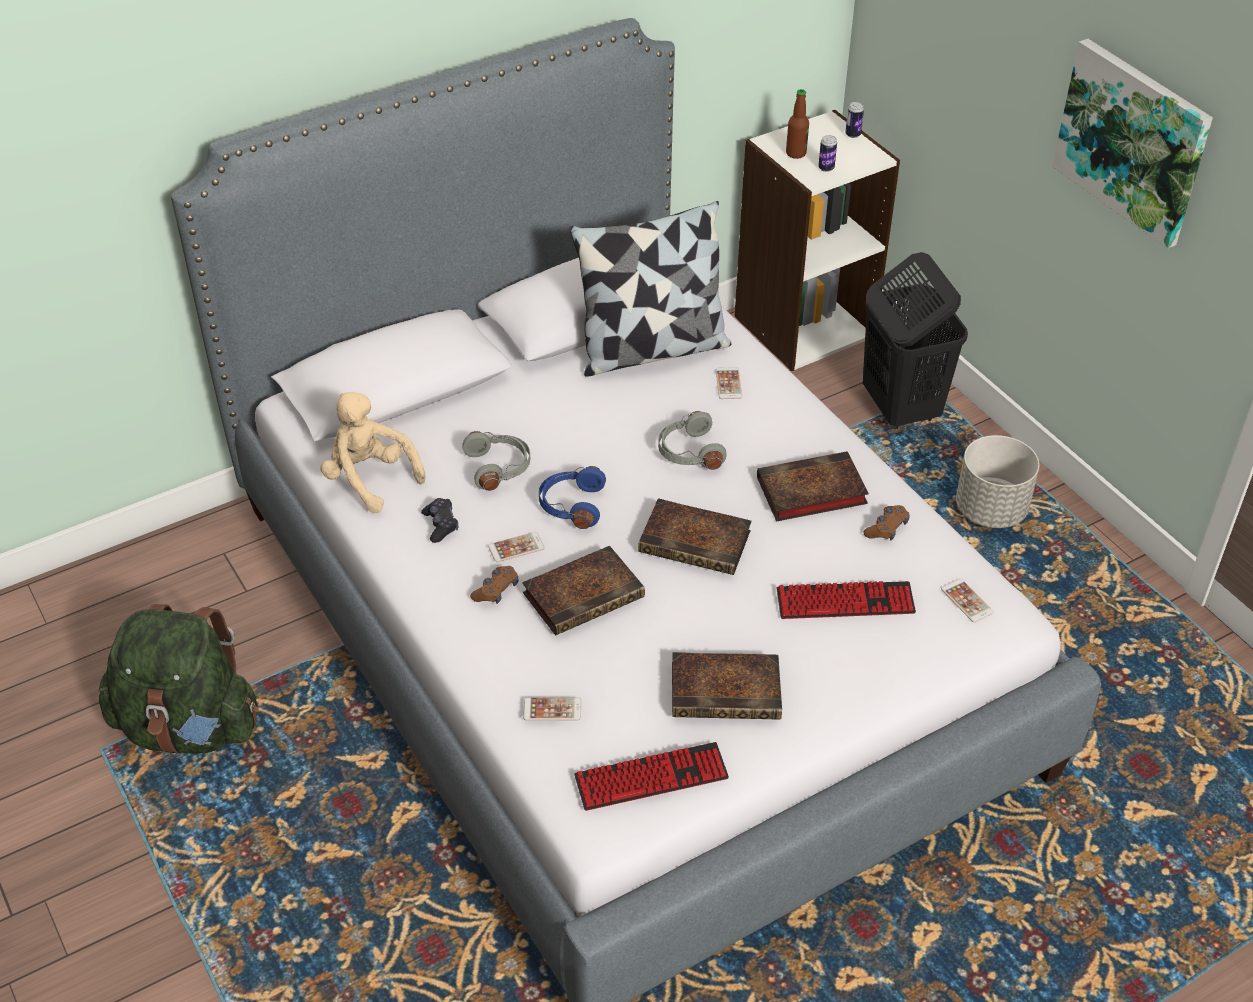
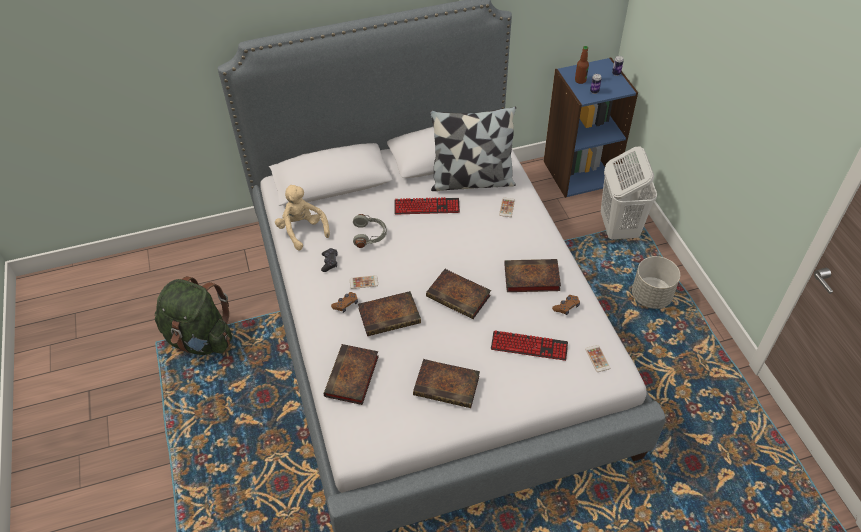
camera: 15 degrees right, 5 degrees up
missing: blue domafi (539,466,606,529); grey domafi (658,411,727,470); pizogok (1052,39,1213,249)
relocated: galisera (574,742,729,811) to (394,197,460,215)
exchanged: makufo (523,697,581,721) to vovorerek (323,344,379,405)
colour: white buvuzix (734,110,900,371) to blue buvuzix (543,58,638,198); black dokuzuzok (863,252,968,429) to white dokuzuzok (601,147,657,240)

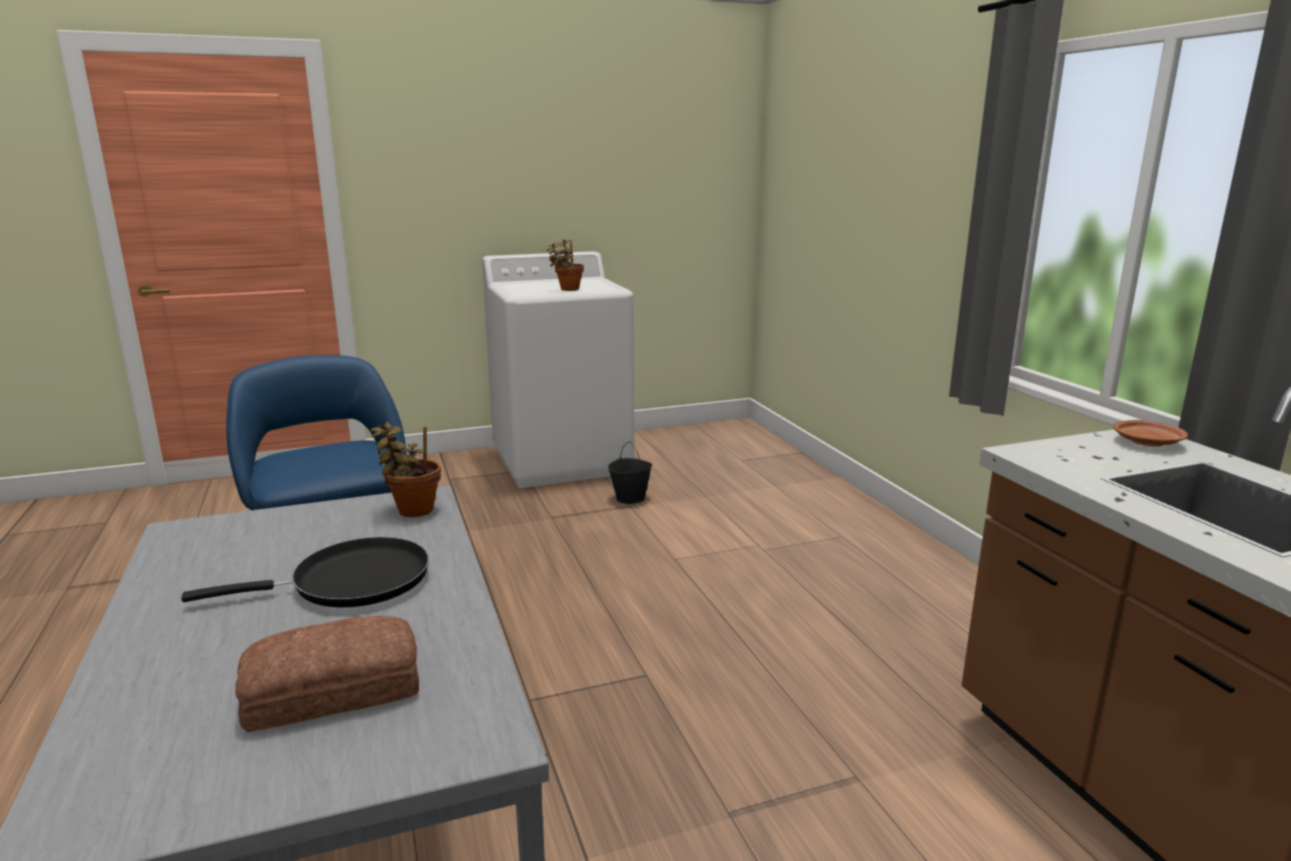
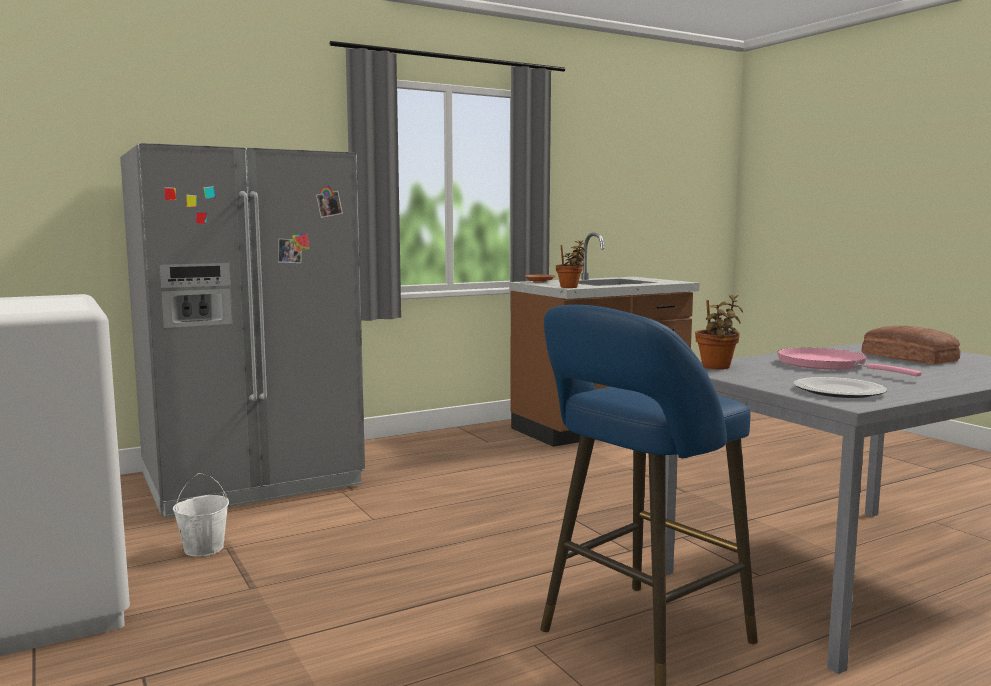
camera: 100 degrees left, 10 degrees down
appeared: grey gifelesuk (120,143,365,518); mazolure (794,377,887,398)
relocated: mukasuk (547,239,584,291) to (556,241,586,288)
colour: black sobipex (181,537,429,608) to pink sobipex (777,348,922,377); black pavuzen (608,442,652,504) to white pavuzen (173,473,229,557)

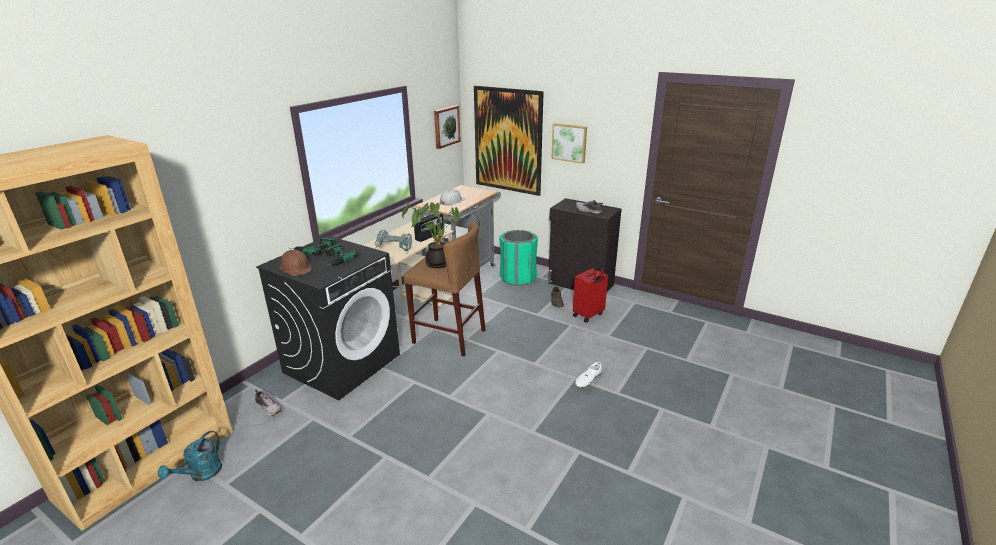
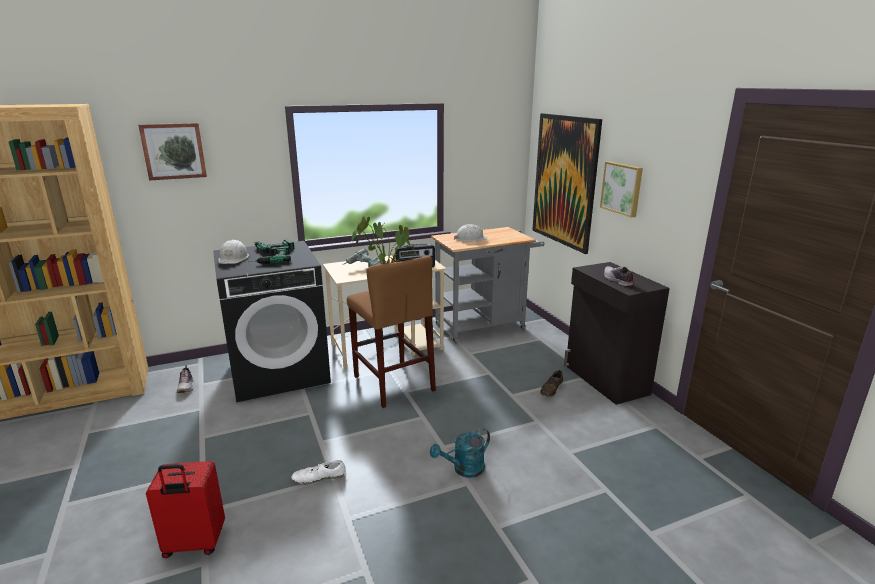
camera: 35 degrees right, 5 degrees down
missing: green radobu (499,230,538,286)
relocated: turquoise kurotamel (158,431,222,481) to (430,428,490,478); pizogok (434,105,461,149) to (138,123,207,181); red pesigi (573,265,608,323) to (146,461,225,558); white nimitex (575,362,602,388) to (291,460,346,485)
colour: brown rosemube (280,250,311,276) to white rosemube (218,240,249,264)

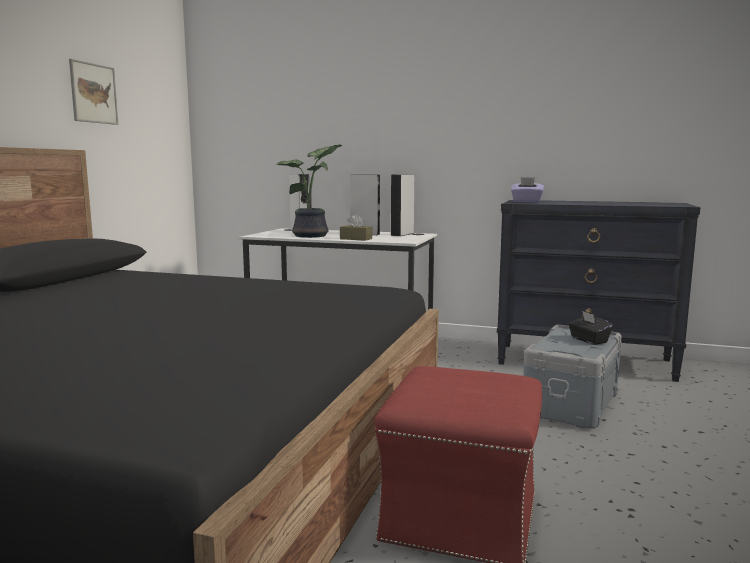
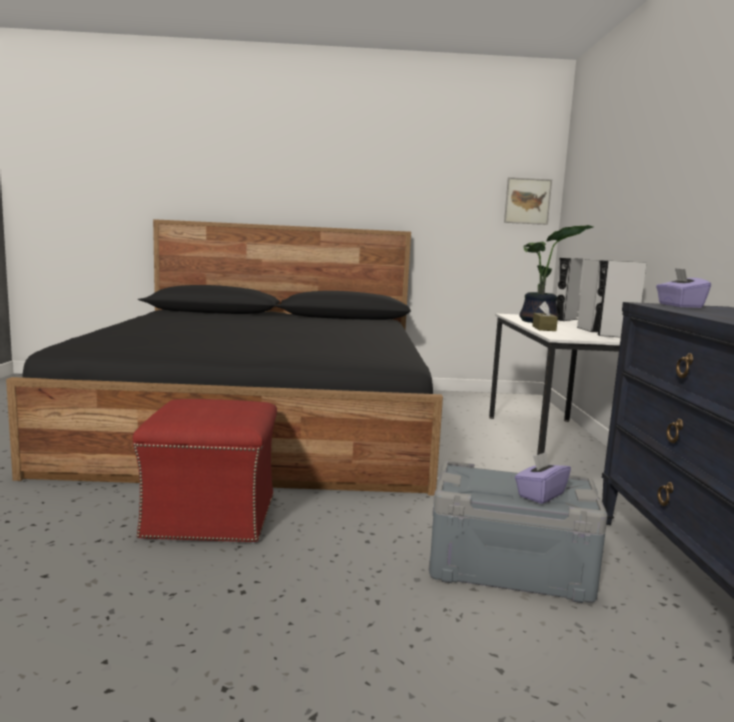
camera: 70 degrees right, 0 degrees up
relocated: pizogok (69,59,119,125) to (504,177,552,225)
colour: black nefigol (568,311,613,345) to purple nefigol (515,452,571,504)

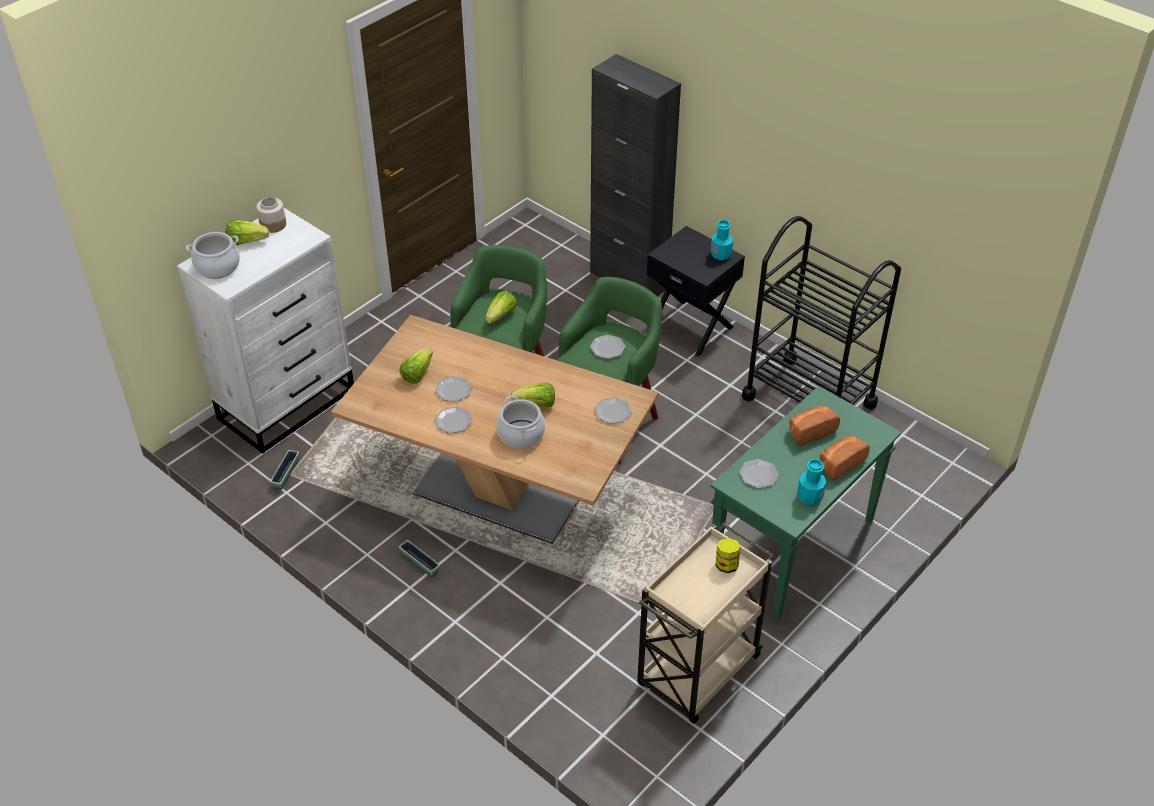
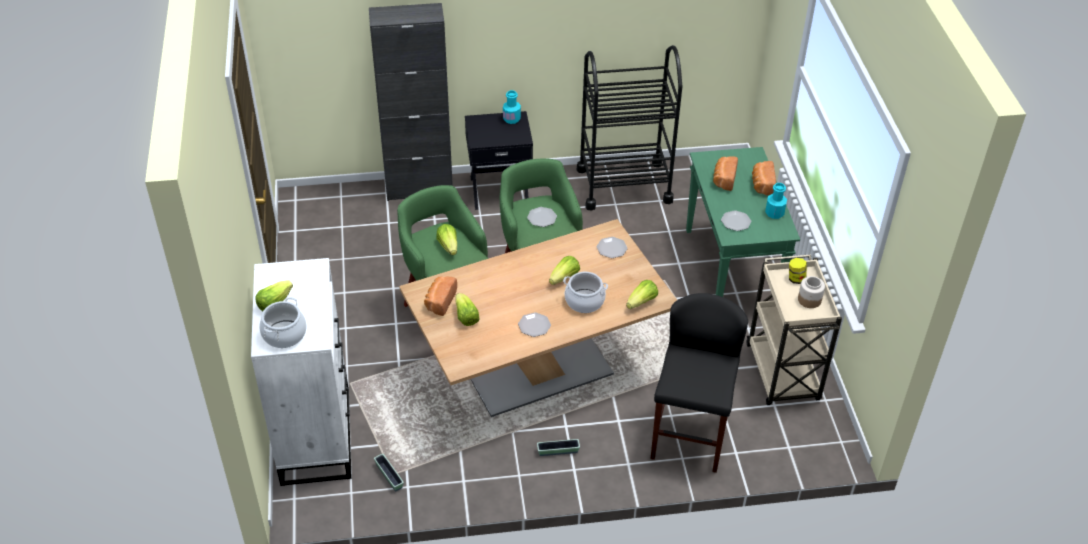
camera: 50 degrees left, 0 degrees up
missing: mazolure (435,376,472,402)
appeared: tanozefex (424,276,457,316); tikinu (626,280,658,309); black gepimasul (650,293,748,473)
relocated: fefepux (256,197,286,233) to (798,276,825,308)

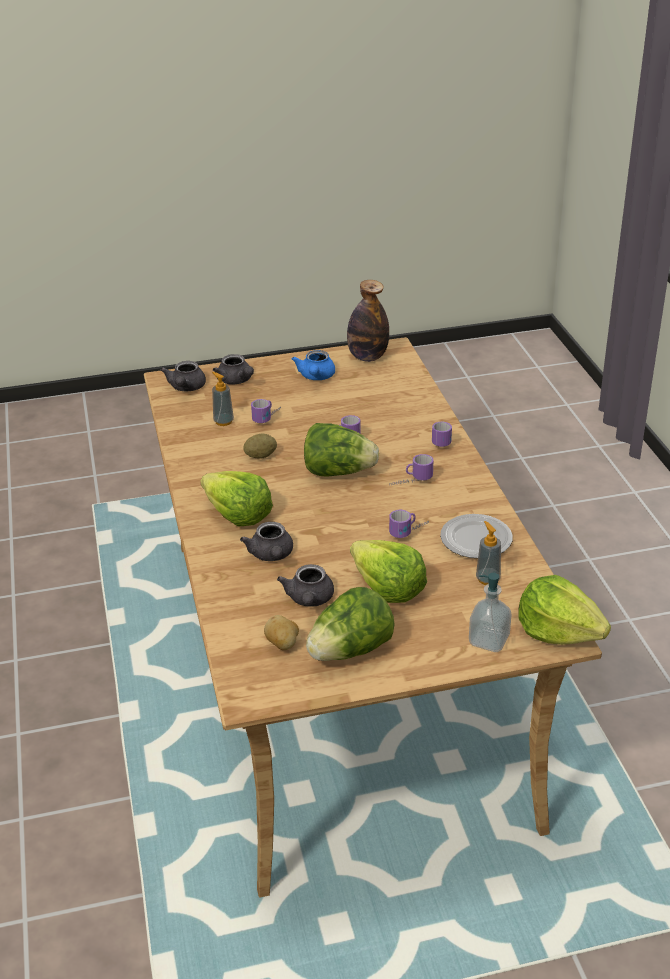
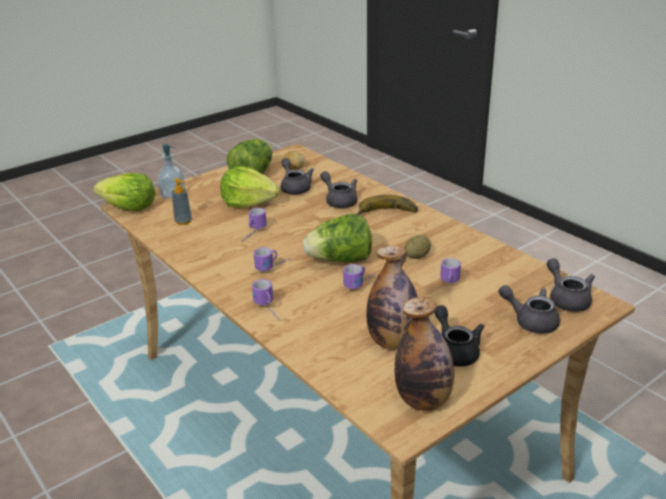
camera: 155 degrees right, 5 degrees down
missing: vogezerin (212,372,234,426); mazolure (440,514,513,558)
appeared: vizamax (366,246,418,349)
exchanged: tikinu (200,471,273,527) to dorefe (356,195,418,215)
colour: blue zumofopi (292,350,335,380) to black zumofopi (435,305,484,367)

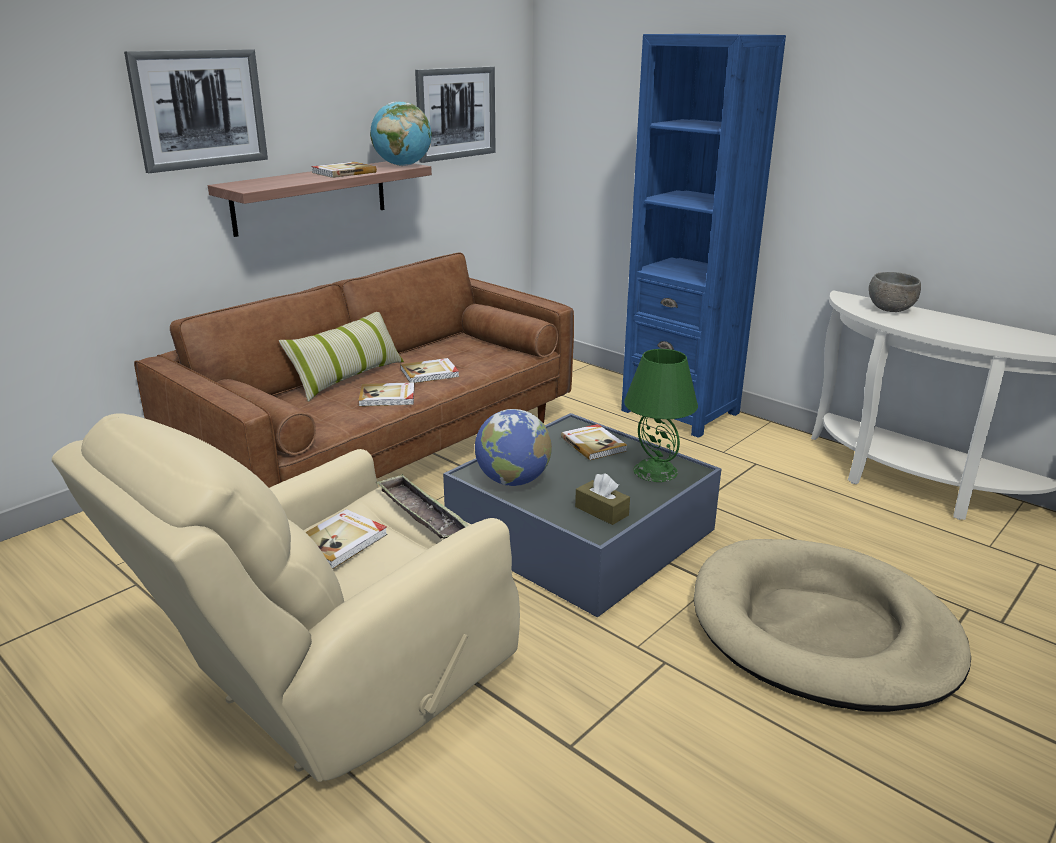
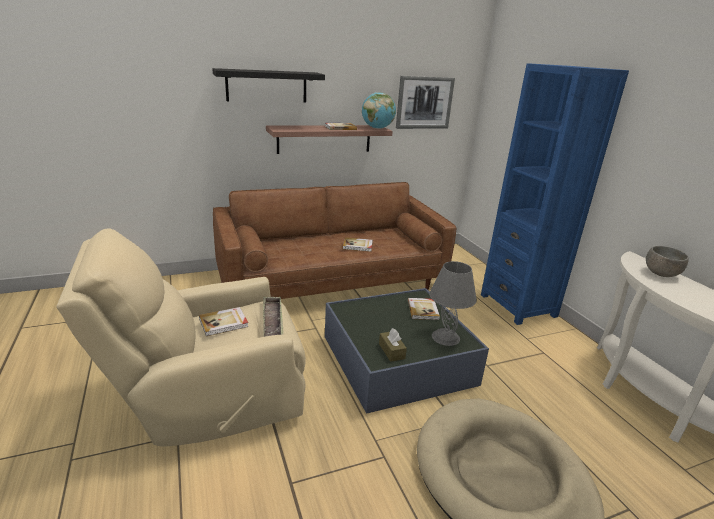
camera: 25 degrees right, 0 degrees up
missing: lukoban (279,312,404,402); vovorerek (358,382,414,407); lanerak (475,409,552,486)
exchanged: pizogok (124,49,268,173) to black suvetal (212,68,325,103)
colour: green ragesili (624,349,698,482) to grey ragesili (429,261,477,346)

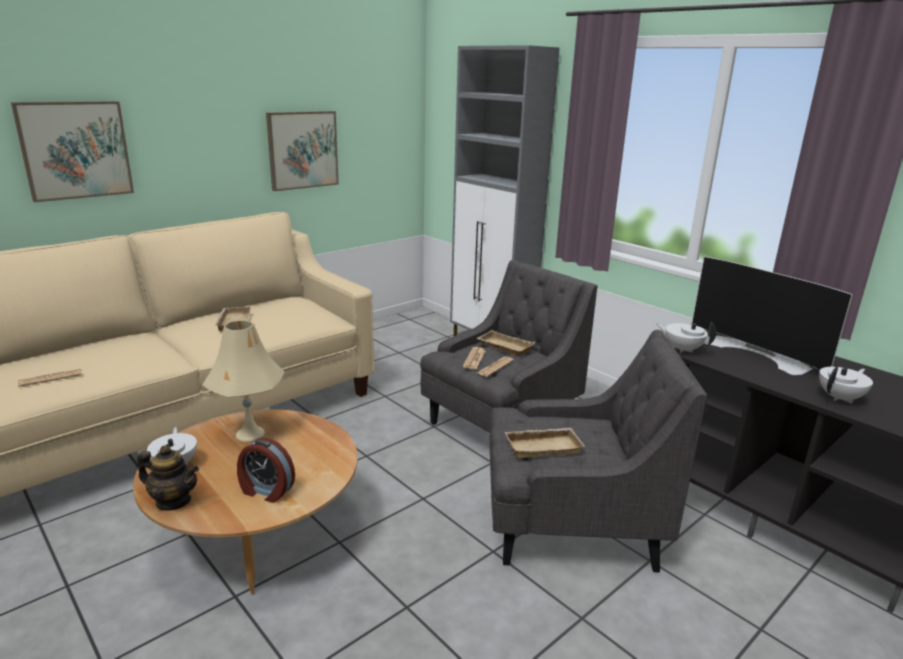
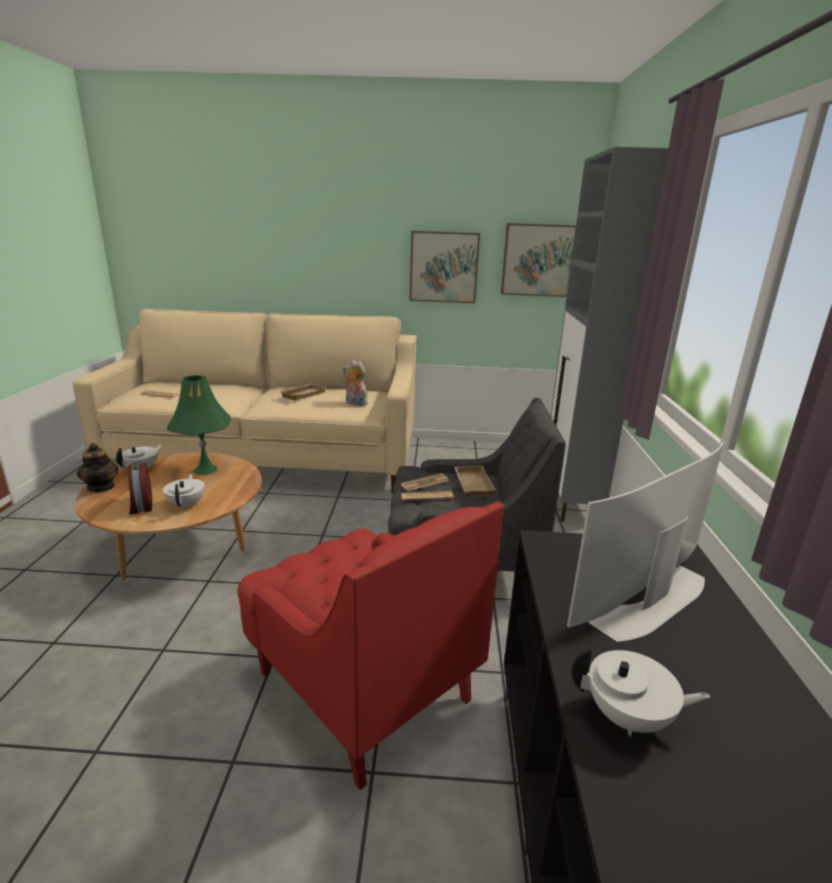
camera: 45 degrees right, 0 degrees up
missing: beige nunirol (505,428,585,458)
appeared: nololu (343,360,368,406)
relocated: pizogok (11,101,134,202) to (501,223,576,297); white zumofopi (656,323,716,353) to (163,474,205,510)
colour: beige ragesili (202,320,284,442) to green ragesili (166,375,231,475); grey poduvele (489,330,707,572) to red poduvele (238,501,504,790)
spun: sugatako (691,256,853,375) = (567,442,724,642) 45 degrees clockwise

